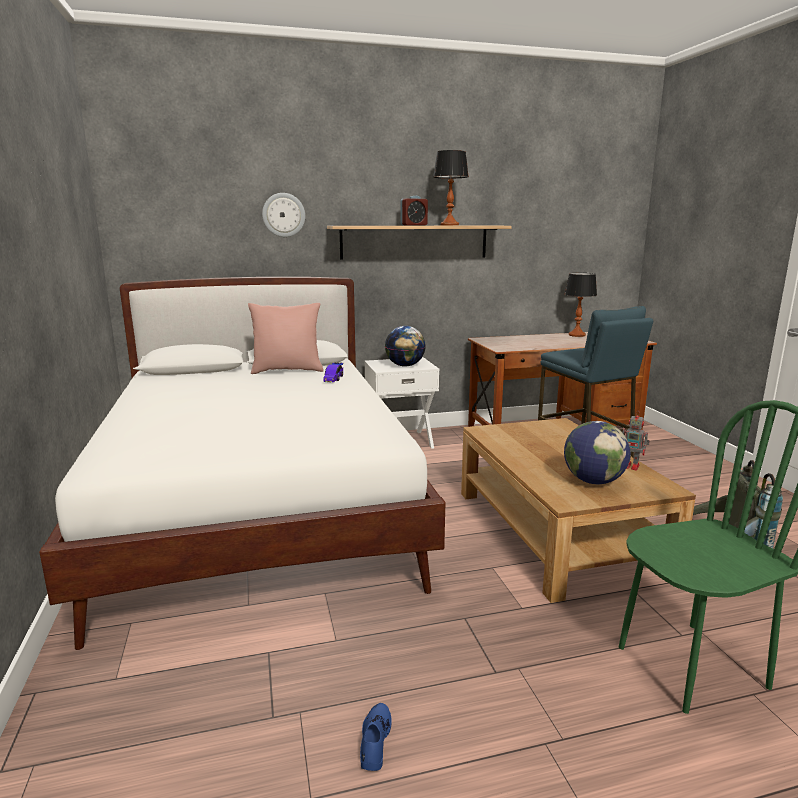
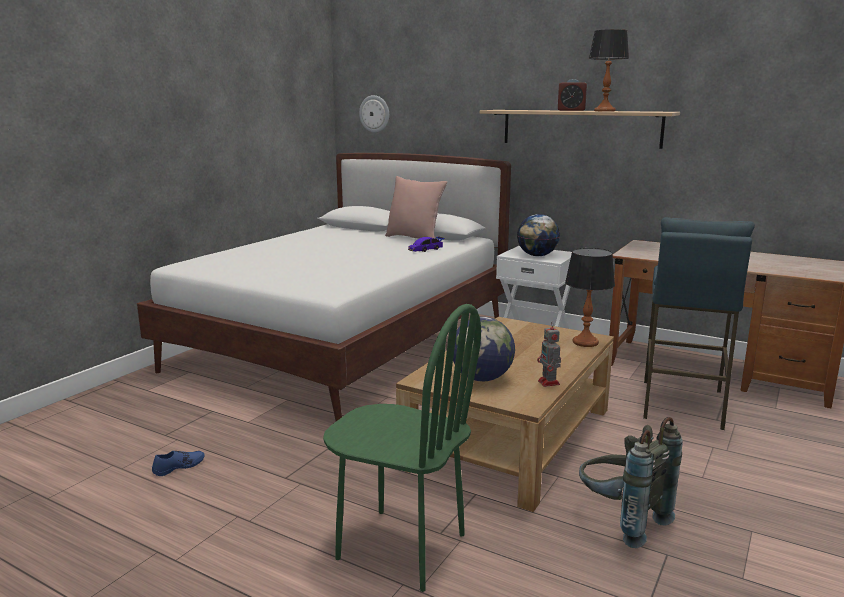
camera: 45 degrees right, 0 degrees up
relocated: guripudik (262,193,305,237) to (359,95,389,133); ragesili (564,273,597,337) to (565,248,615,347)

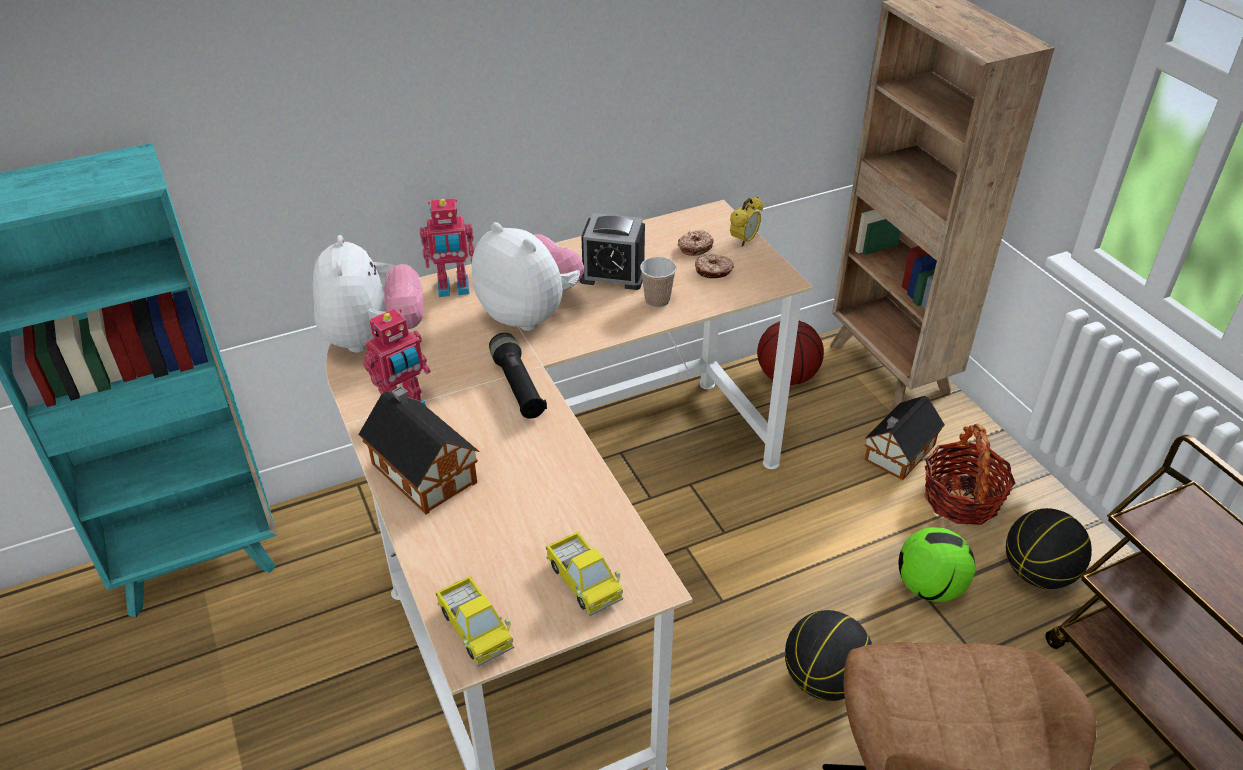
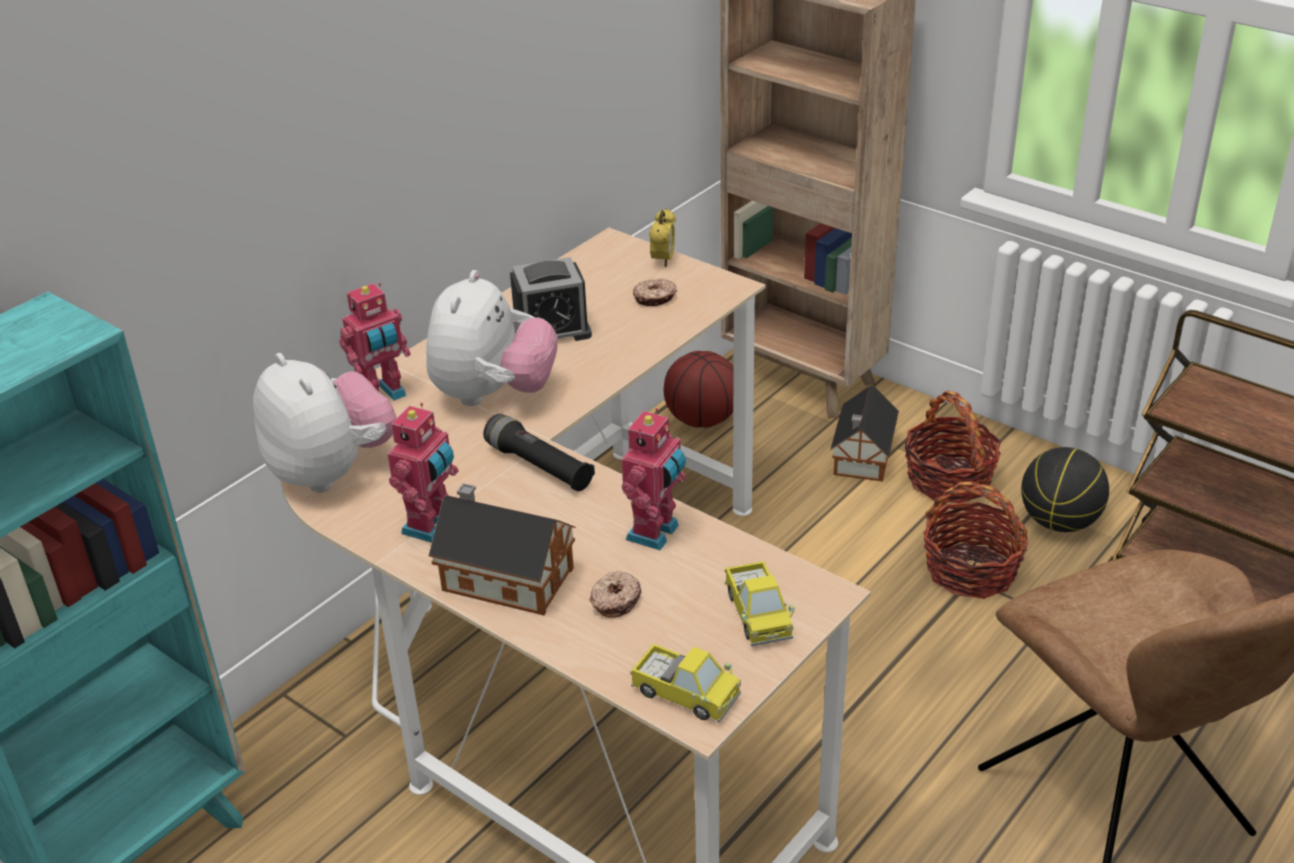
camera: 25 degrees left, 5 degrees down
missing: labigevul (640,257,677,308); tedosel (785,610,872,701)
appeared: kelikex (622,408,686,550)
relocated: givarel (678,230,714,256) to (590,570,641,618)
exchanged: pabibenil (898,527,975,602) to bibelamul (923,481,1028,599)
spun: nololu (472,222,584,331) = (426,270,558,406) 90 degrees clockwise; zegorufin (546,532,623,617) = (725,561,794,646) 45 degrees clockwise

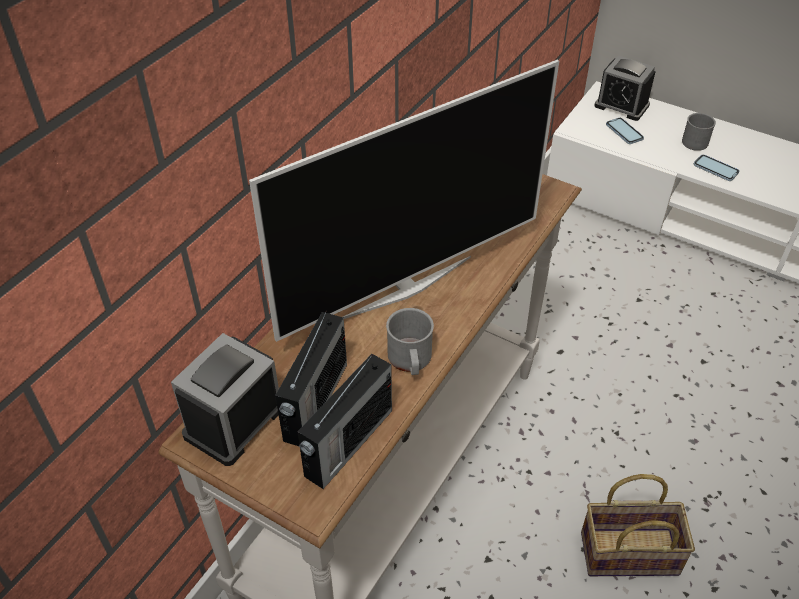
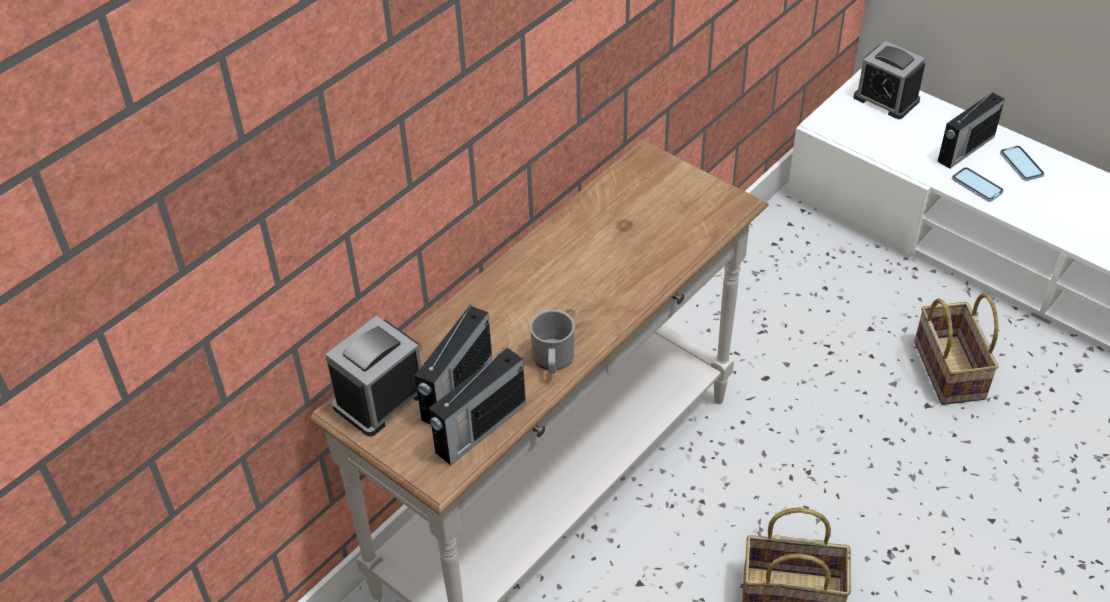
camera: 10 degrees right, 0 degrees up
missing: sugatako (249,60,559,342)
appeared: bibelamul (914,293,999,405)
relocated: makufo (606,118,644,144) to (1000,146,1044,181)
exchanged: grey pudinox (682,113,716,151) to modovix (938,89,1005,169)

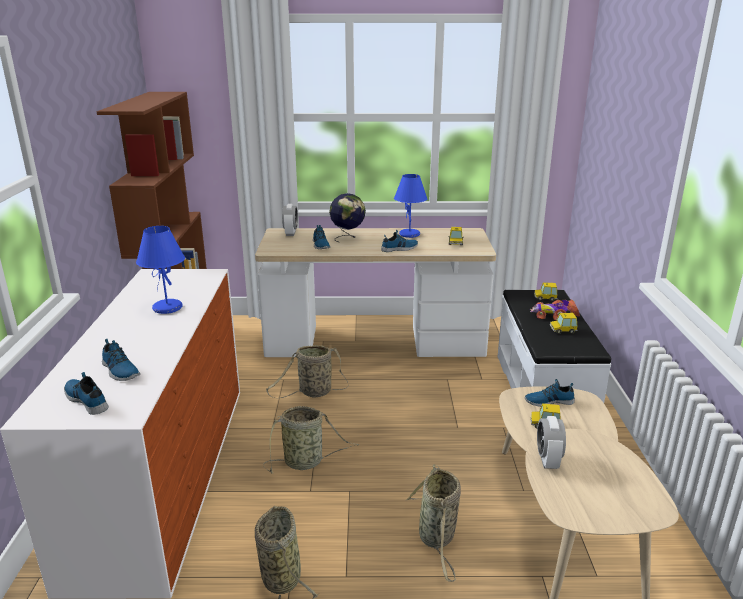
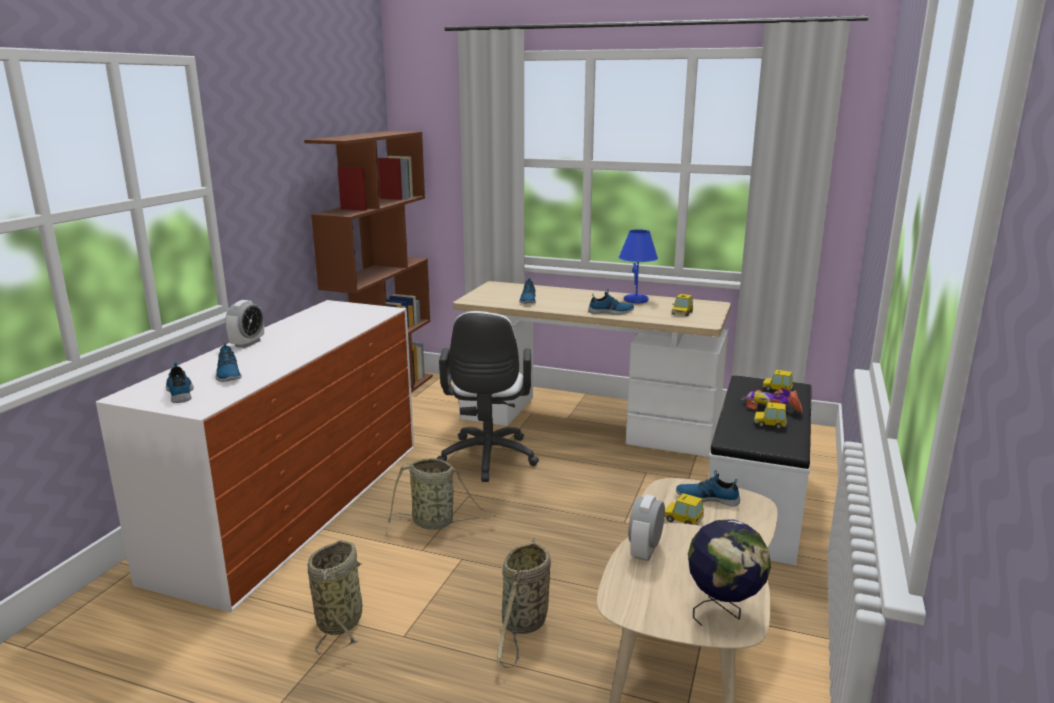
camera: 20 degrees right, 5 degrees down
missing: blue ragesili (136,226,185,314)
relocated: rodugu (282,204,298,236) to (225,300,264,348); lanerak (329,193,366,242) to (688,519,771,626)
exchanged: bibelamul (266,345,349,398) to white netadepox (437,311,539,482)

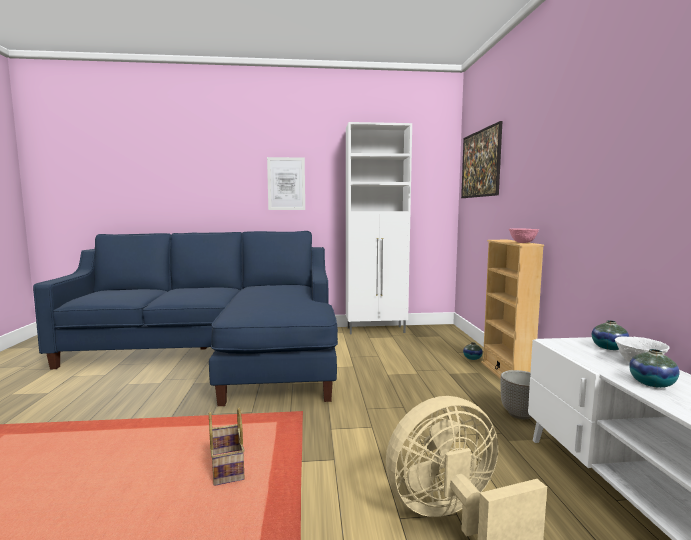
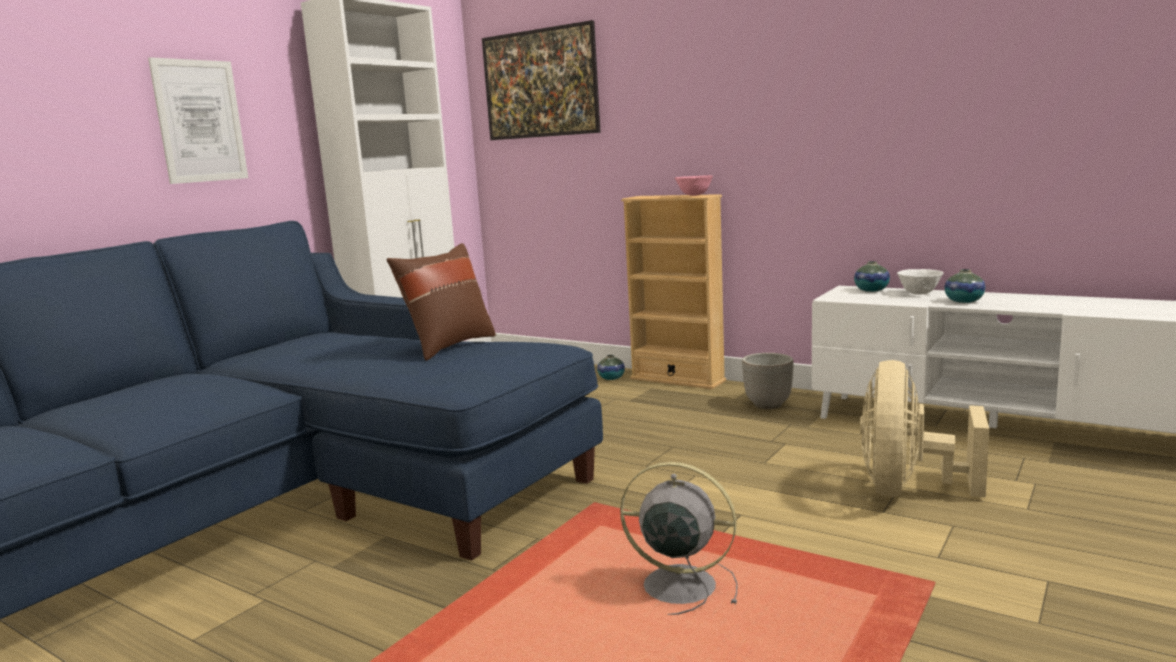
camera: 50 degrees left, 5 degrees up
appeared: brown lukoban (386,243,496,361)
exchanged: bibelamul (209,408,245,486) to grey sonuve (620,462,738,615)

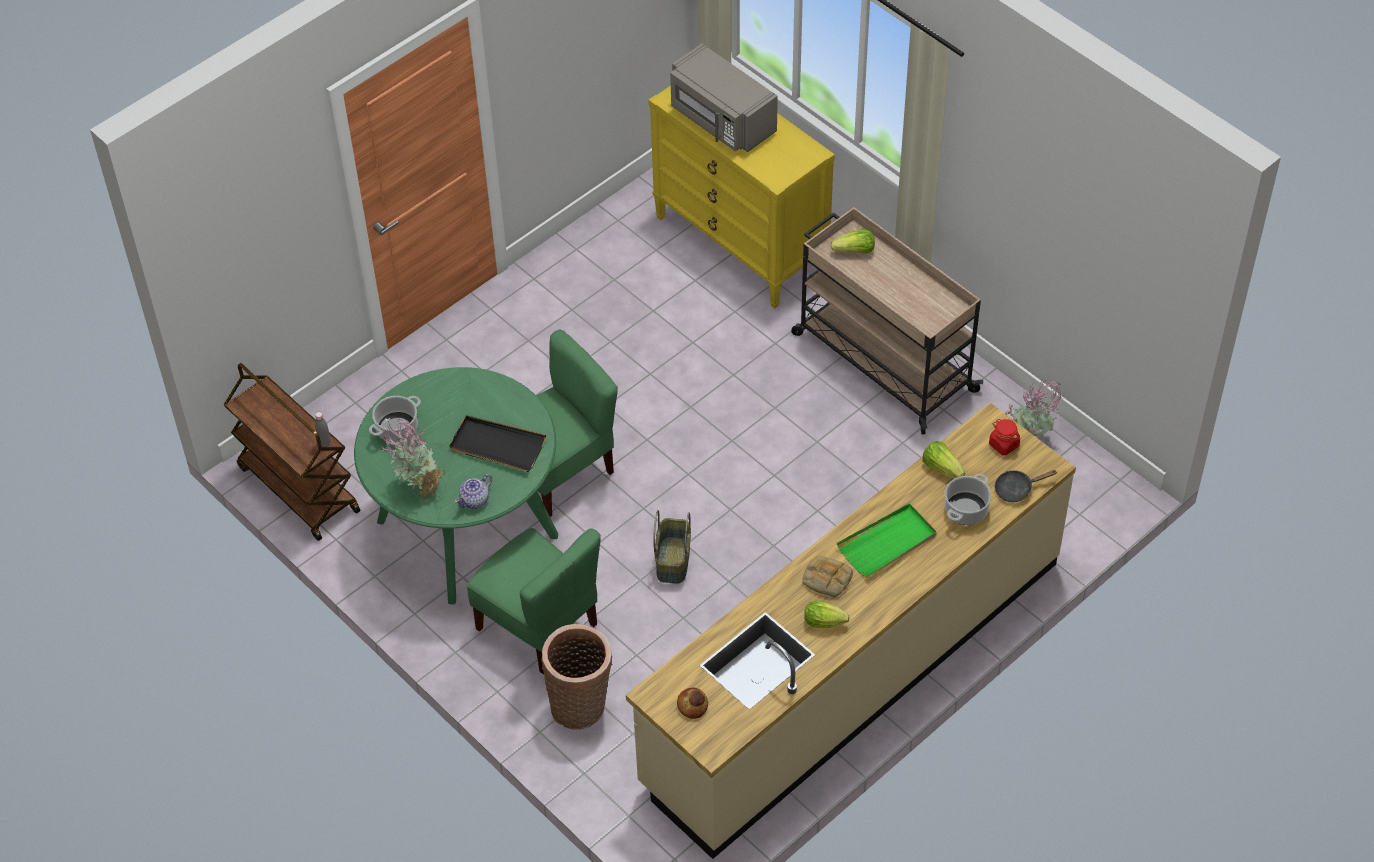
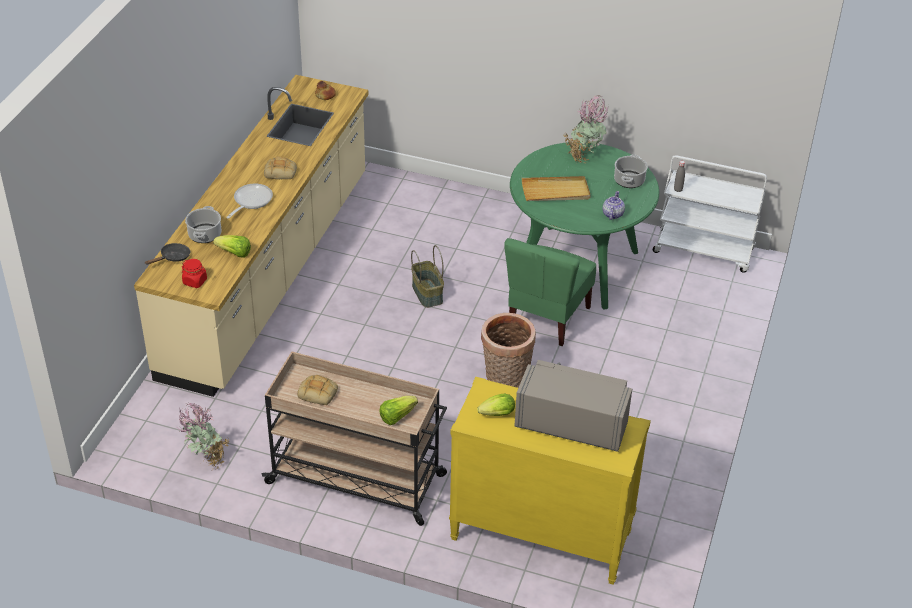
camera: 150 degrees right, 10 degrees down
missing: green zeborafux (467,528,601,674)
appeared: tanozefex (297,375,338,405)
relocated: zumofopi (455,474,492,509) to (603,191,625,220); bibelamul (541,624,612,730) to (481,313,536,388); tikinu (804,601,850,628) to (477,393,515,416)
exchanged: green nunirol (837,503,937,578) to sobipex (226,184,273,218)
colour: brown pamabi (224,363,360,541) to white pamabi (653,155,767,273); black nunirol (449,415,546,472) to beige nunirol (522,176,591,201)

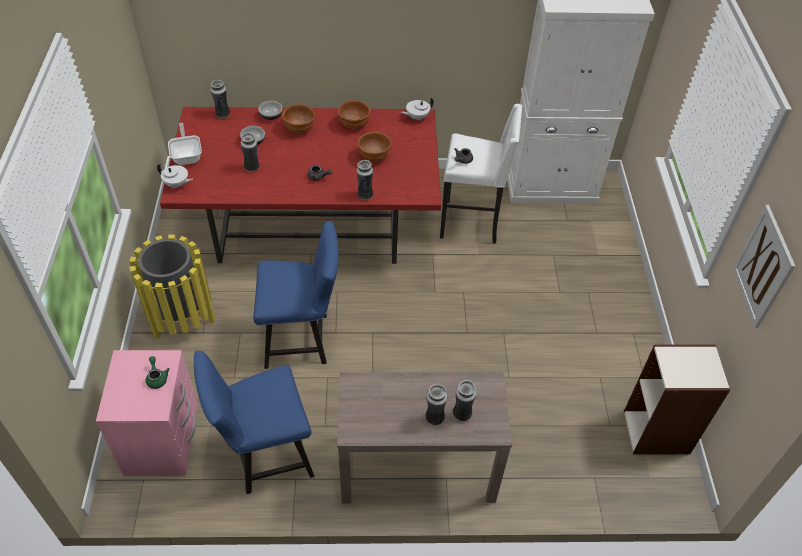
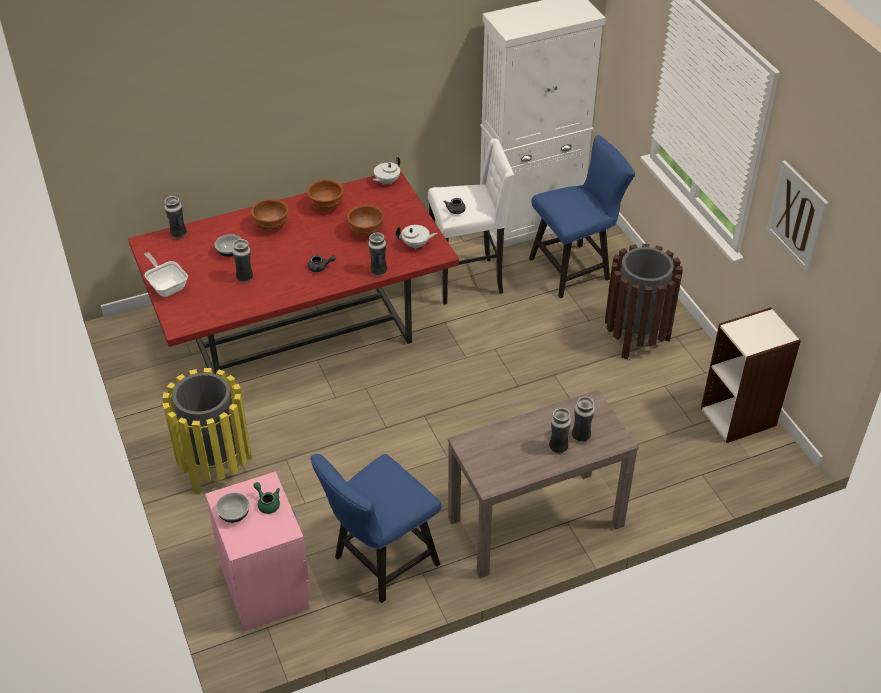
camera: 20 degrees left, 5 degrees down
appeared: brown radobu (605,244,683,360)
relocated: white zumofopi (157,164,193,189) to (396,225,438,250); blue zeborafux (253,221,339,369) to (529,135,635,298); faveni (258,101,283,120) to (216,493,250,523)

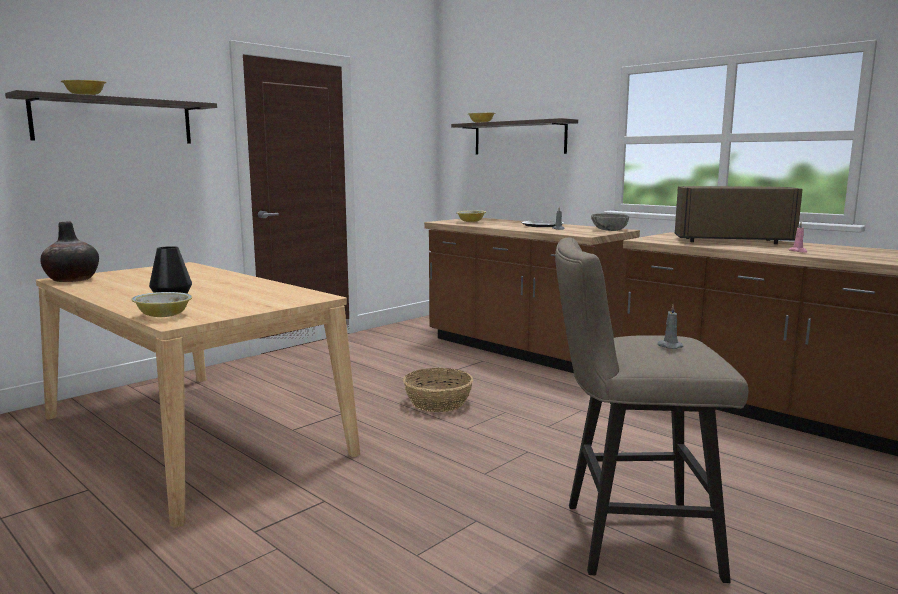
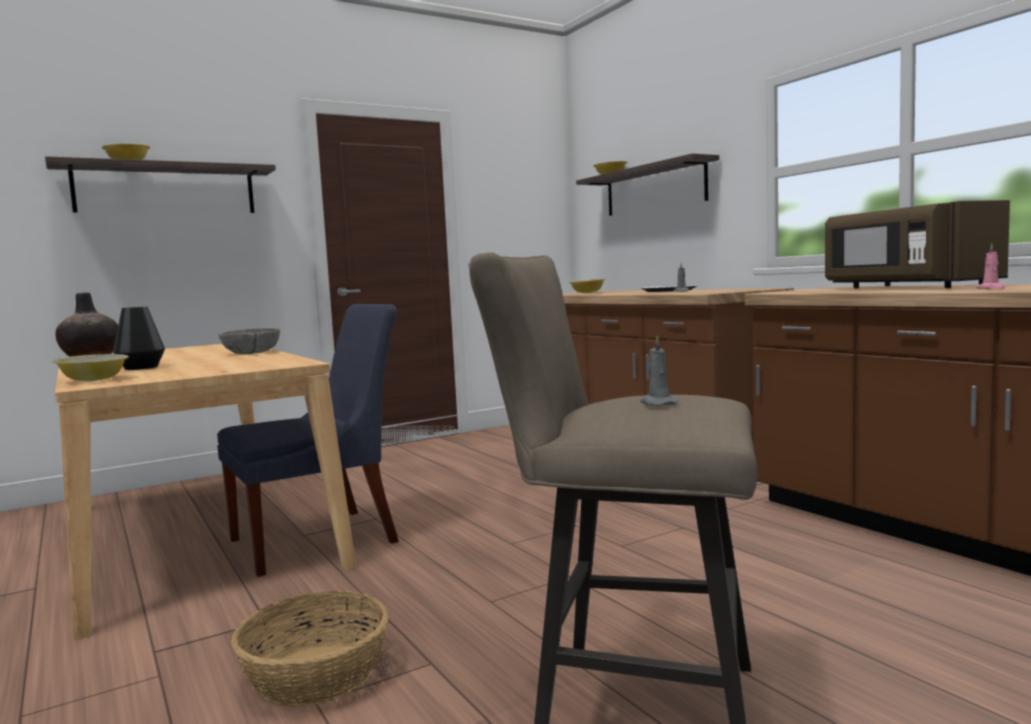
camera: 15 degrees right, 5 degrees down
appeared: blue zeborafux (217,304,399,577)
relocated: bibelamul (403,368,473,412) to (231,591,388,707); grey faveni (591,213,629,231) to (218,328,280,355)
spun: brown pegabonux (675,186,803,244) = (825,200,1010,288) 135 degrees counterclockwise

